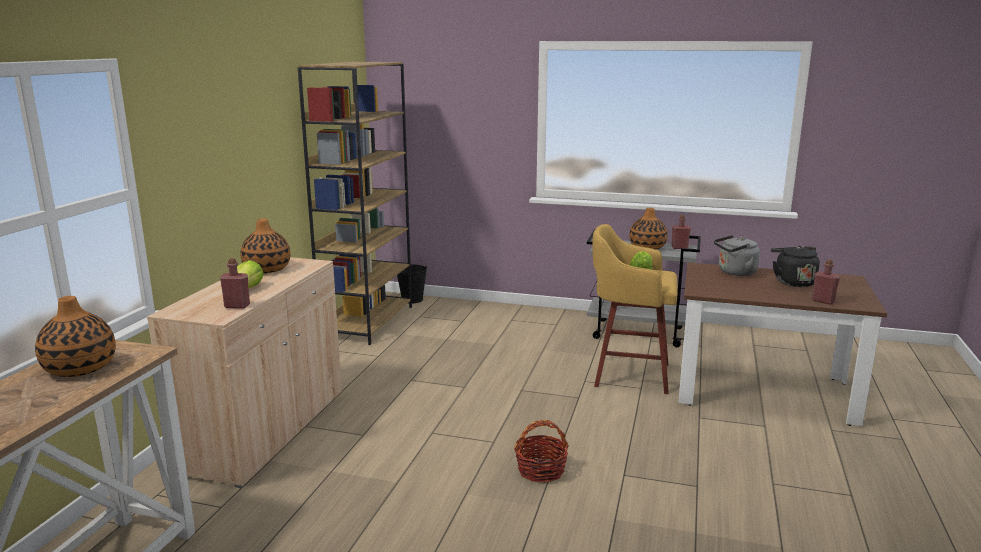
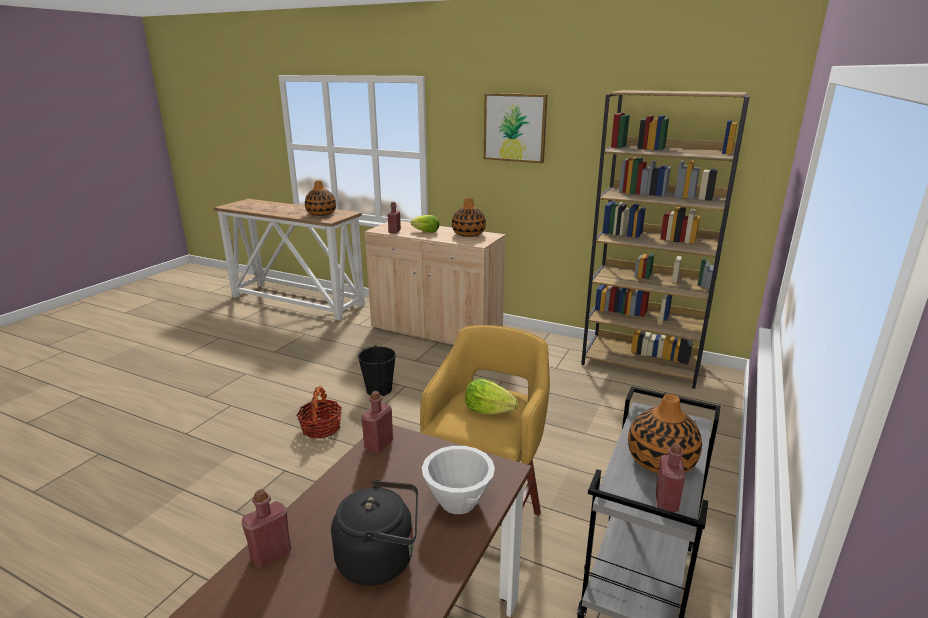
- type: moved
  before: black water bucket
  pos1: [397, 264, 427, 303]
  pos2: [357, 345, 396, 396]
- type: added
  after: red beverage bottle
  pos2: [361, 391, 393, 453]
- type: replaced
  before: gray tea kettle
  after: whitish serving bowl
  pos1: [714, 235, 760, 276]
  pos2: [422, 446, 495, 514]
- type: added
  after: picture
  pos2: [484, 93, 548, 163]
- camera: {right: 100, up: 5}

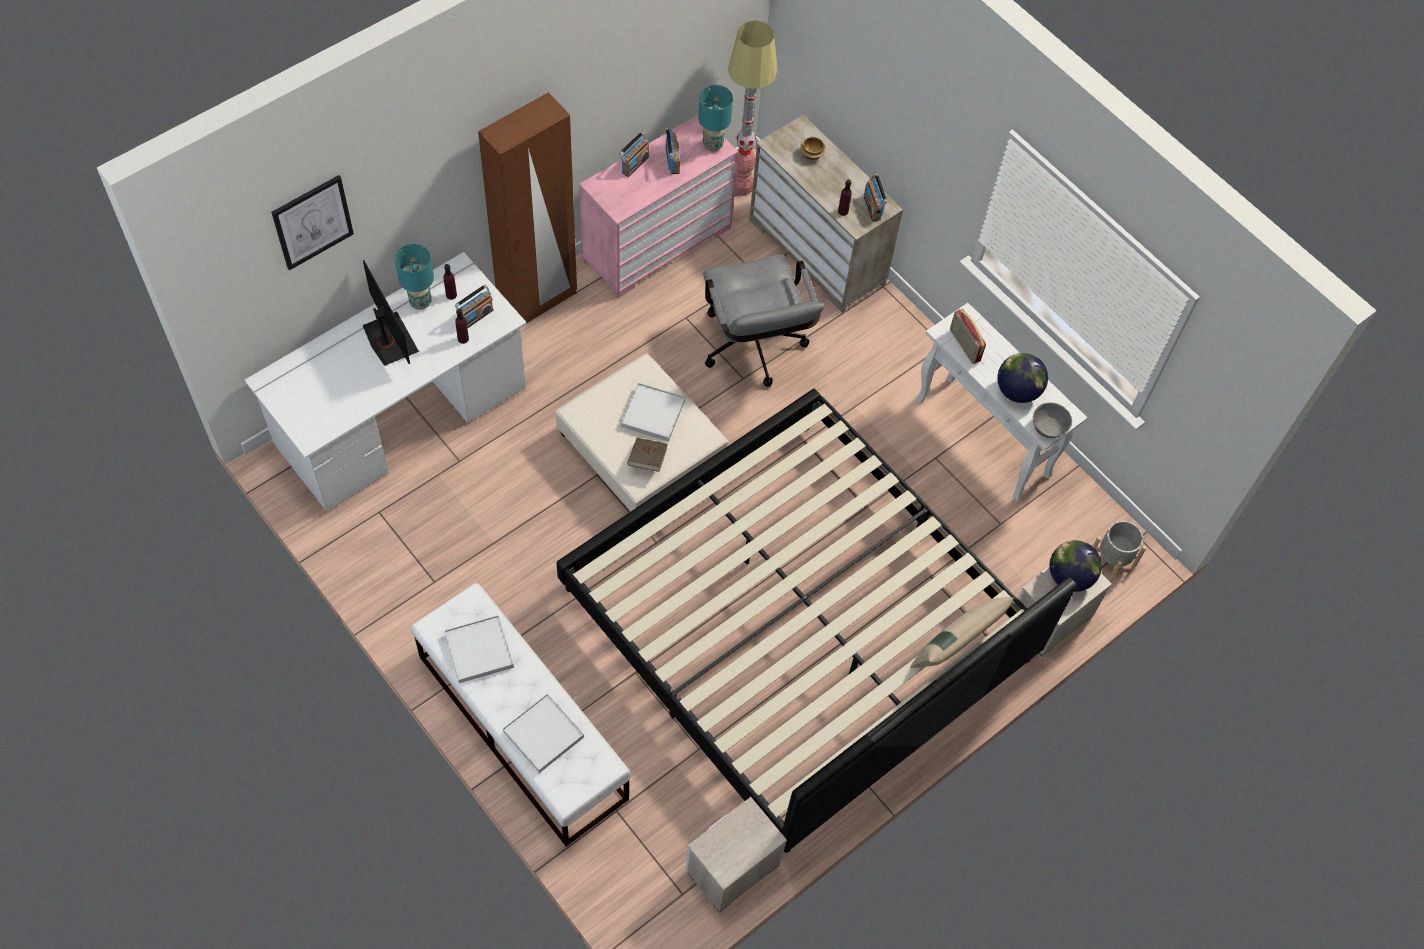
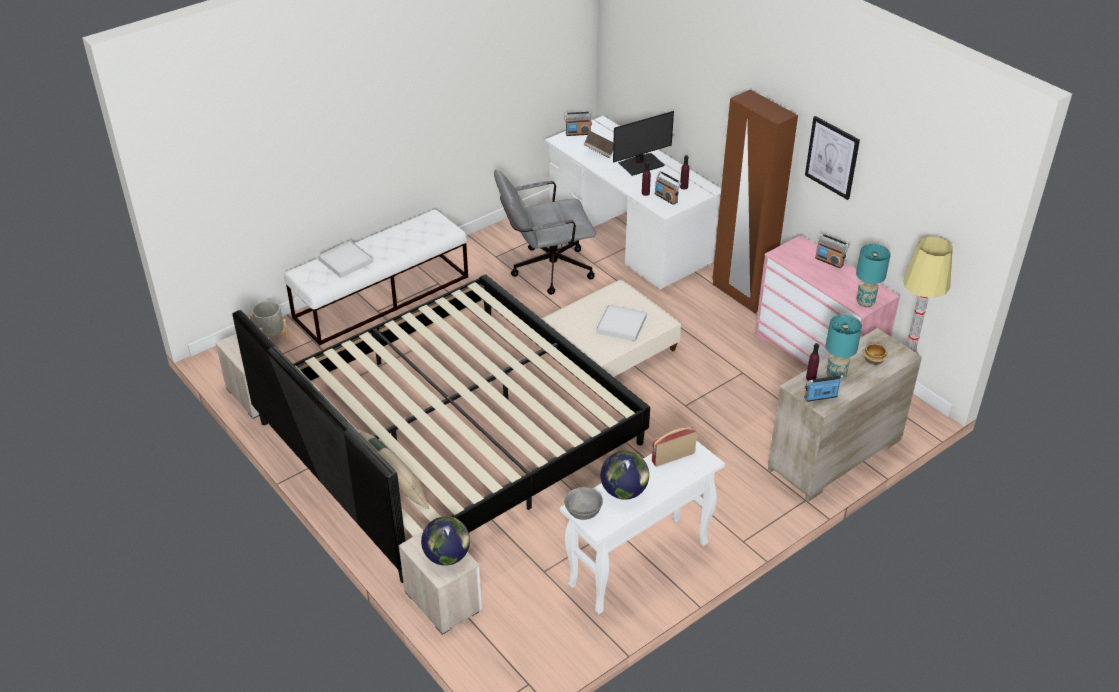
- type: moved
  before: gray plant pot
  pos1: [1092, 520, 1147, 581]
  pos2: [249, 301, 290, 344]
- type: moved
  before: gray desk chair
  pos1: [703, 254, 825, 387]
  pos2: [494, 170, 596, 295]
- type: moved
  before: radio set
  pos1: [666, 127, 680, 174]
  pos2: [565, 112, 592, 136]
- type: moved
  before: brown book
  pos1: [627, 438, 668, 472]
  pos2: [584, 131, 613, 158]
- type: moved
  before: picture
  pos1: [271, 175, 354, 270]
  pos2: [805, 116, 860, 200]
- type: moved
  before: turquoise table lamp
  pos1: [395, 244, 434, 310]
  pos2: [826, 314, 862, 380]
- type: removed
  before: whitish serving tray
  pos1: [444, 615, 514, 683]
- camera: {right: 95, up: -20}

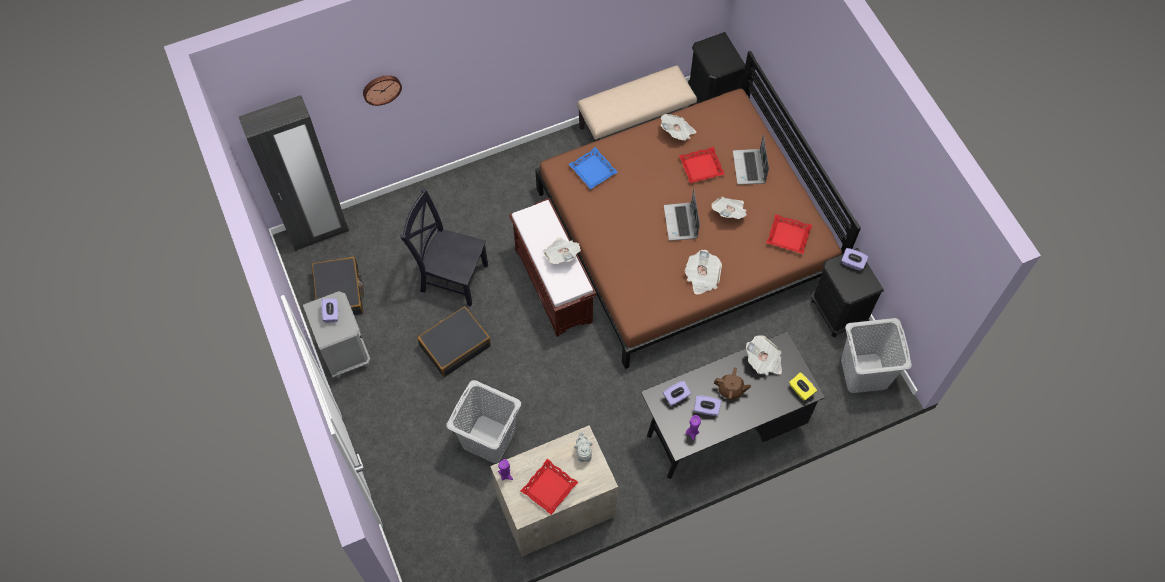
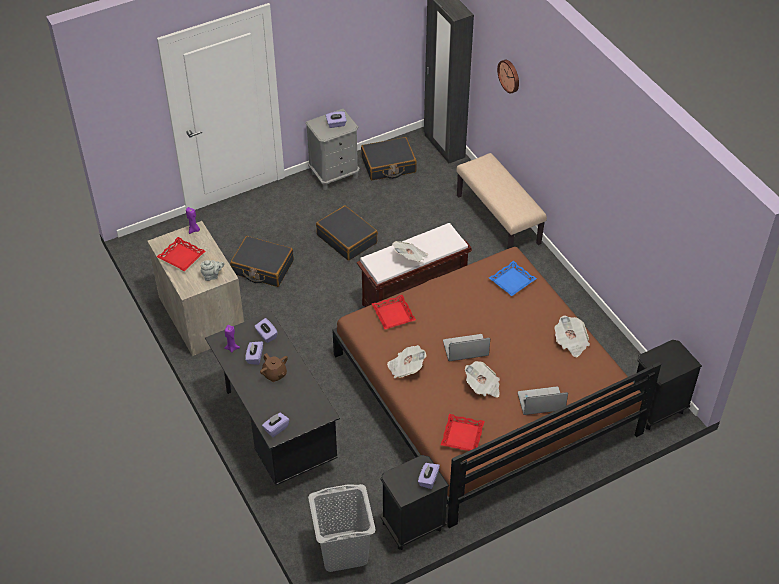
- type: replaced
  before: gray hamper
  after: black piece of luggage
  pos1: [447, 380, 521, 463]
  pos2: [230, 236, 294, 287]
- type: turned
  before: brown teapot
  pos1: [714, 368, 751, 400]
  pos2: [260, 353, 288, 382]
  turn: -45
- type: recoloured
  before: yellowish tissue box
  after: purple tissue box
  pos1: [789, 373, 817, 400]
  pos2: [262, 413, 289, 437]
- type: moved
  before: red serving tray
  pos1: [679, 147, 725, 183]
  pos2: [372, 295, 416, 329]
- type: moved
  before: sand-coloured bench
  pos1: [577, 65, 697, 142]
  pos2: [456, 153, 547, 249]
- type: removed
  before: black upright chair
  pos1: [400, 188, 488, 306]
- type: removed
  before: printed paper
  pos1: [746, 335, 782, 375]
- camera: {right: 85, up: -15}

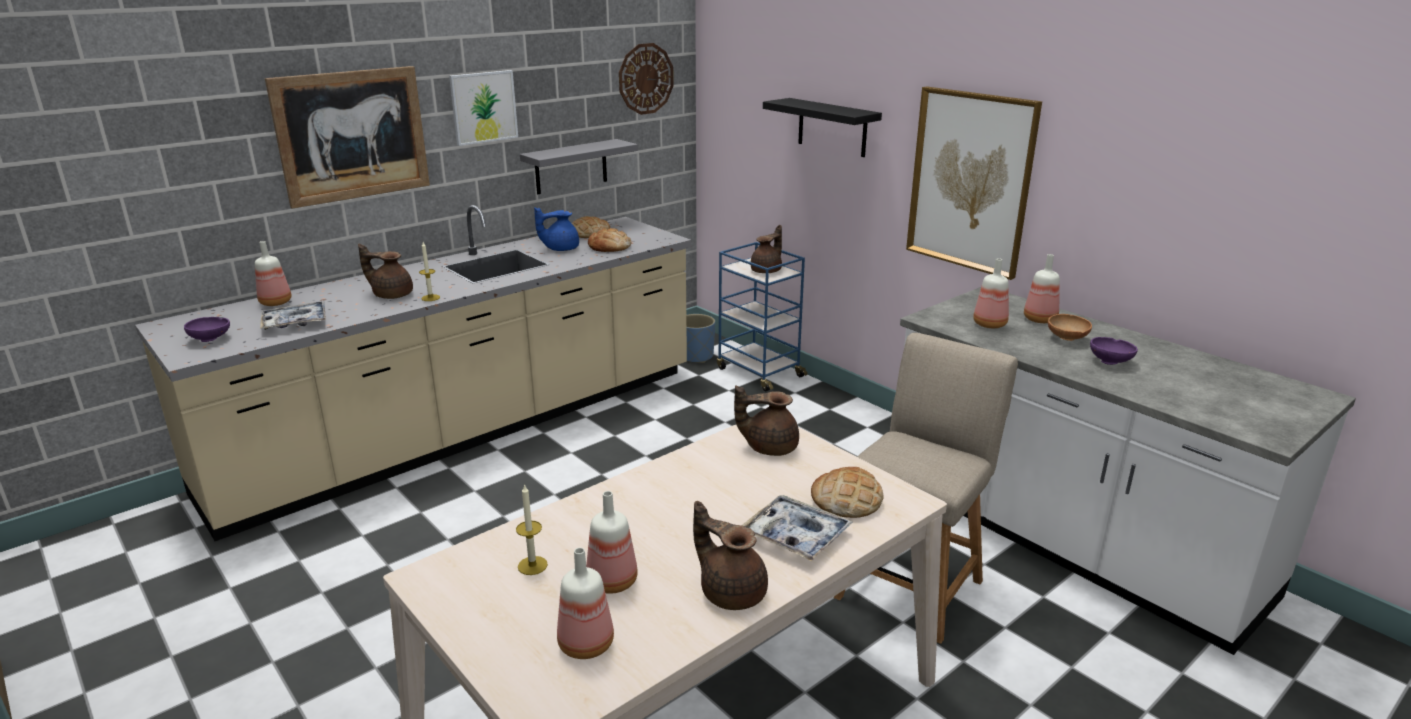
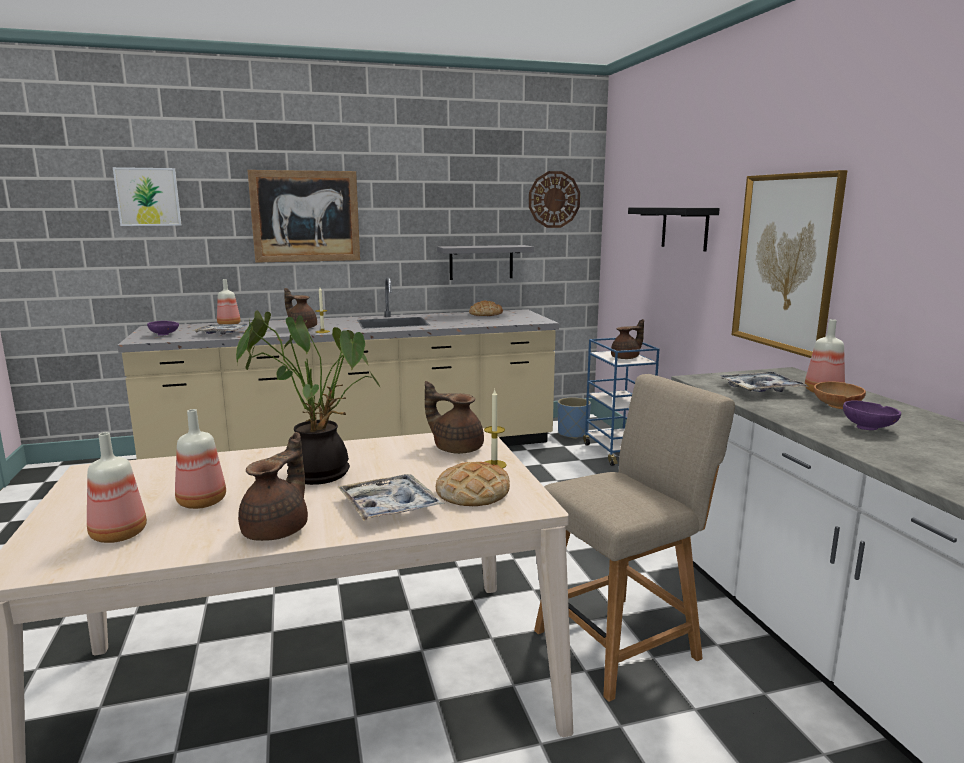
- type: moved
  before: picture
  pos1: [449, 70, 518, 146]
  pos2: [113, 167, 181, 226]
- type: added
  after: houseplant
  pos2: [236, 310, 382, 485]
- type: turned
  before: brown teapot
  pos1: [693, 501, 768, 610]
  pos2: [238, 432, 308, 541]
  turn: 45
- type: moved
  before: candle
  pos1: [516, 484, 548, 575]
  pos2: [484, 390, 507, 469]
- type: replaced
  before: beverage bottle
  after: serving tray
  pos1: [973, 258, 1009, 328]
  pos2: [718, 372, 808, 392]
- type: removed
  before: blue teapot
  pos1: [534, 207, 579, 251]
- type: removed
  before: bread
  pos1: [588, 228, 631, 252]
- camera: {right: 25, up: -10}

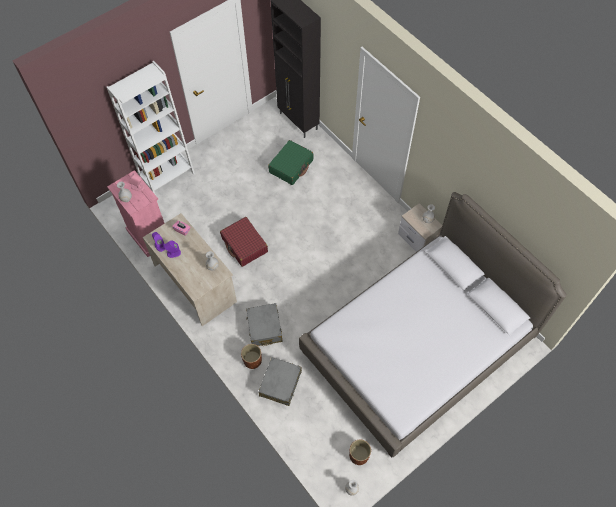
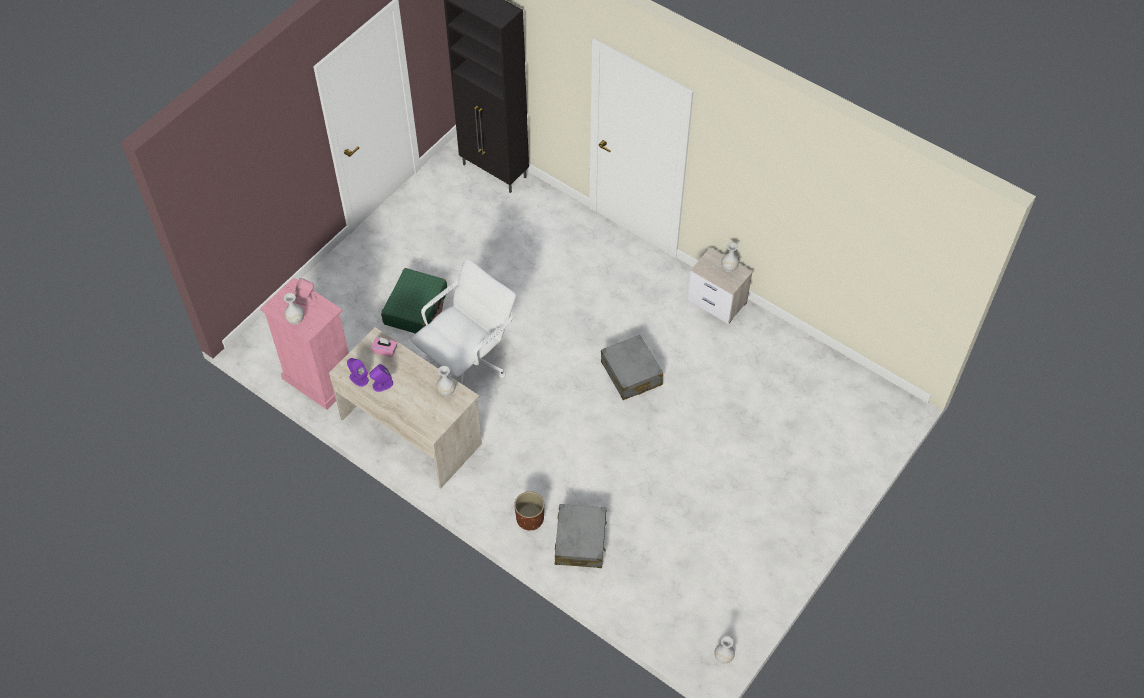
- type: moved
  before: greenish piece of luggage
  pos1: [268, 140, 313, 185]
  pos2: [381, 268, 447, 334]
- type: replaced
  before: red piece of luggage
  after: whitish desk chair
  pos1: [220, 217, 268, 267]
  pos2: [411, 259, 516, 384]
- type: moved
  before: gray piece of luggage
  pos1: [246, 303, 283, 346]
  pos2: [601, 335, 663, 400]
- type: removed
  before: whitish bookshelf
  pos1: [107, 61, 195, 195]
- type: removed
  before: bedroom bed
  pos1: [299, 192, 567, 458]
- type: removed
  before: brown plant pot
  pos1: [349, 439, 371, 465]
- camera: {right: -15, up: -5}

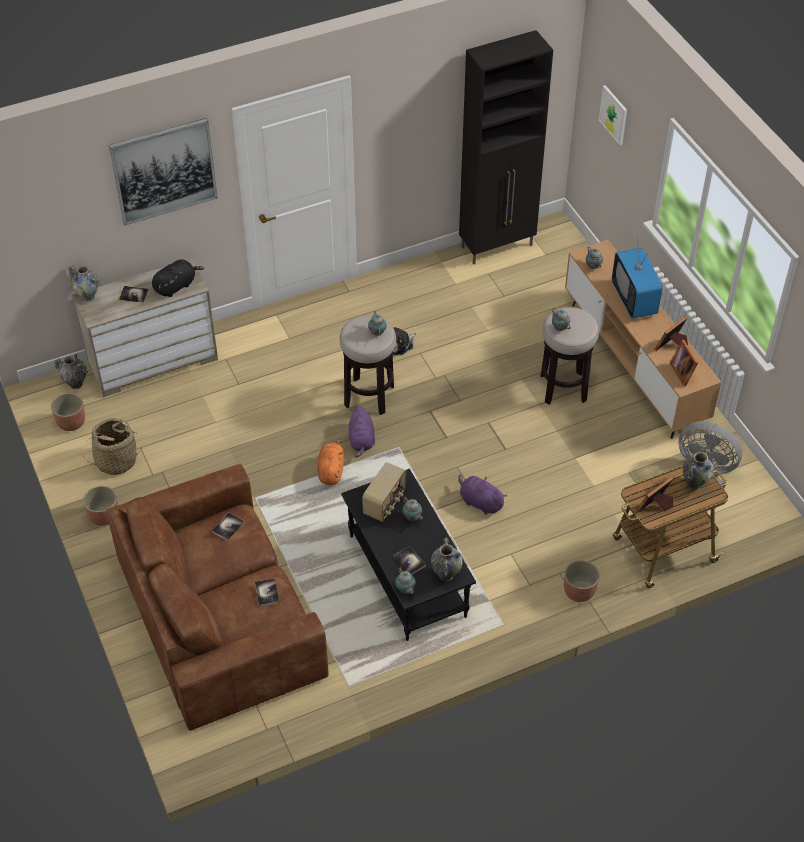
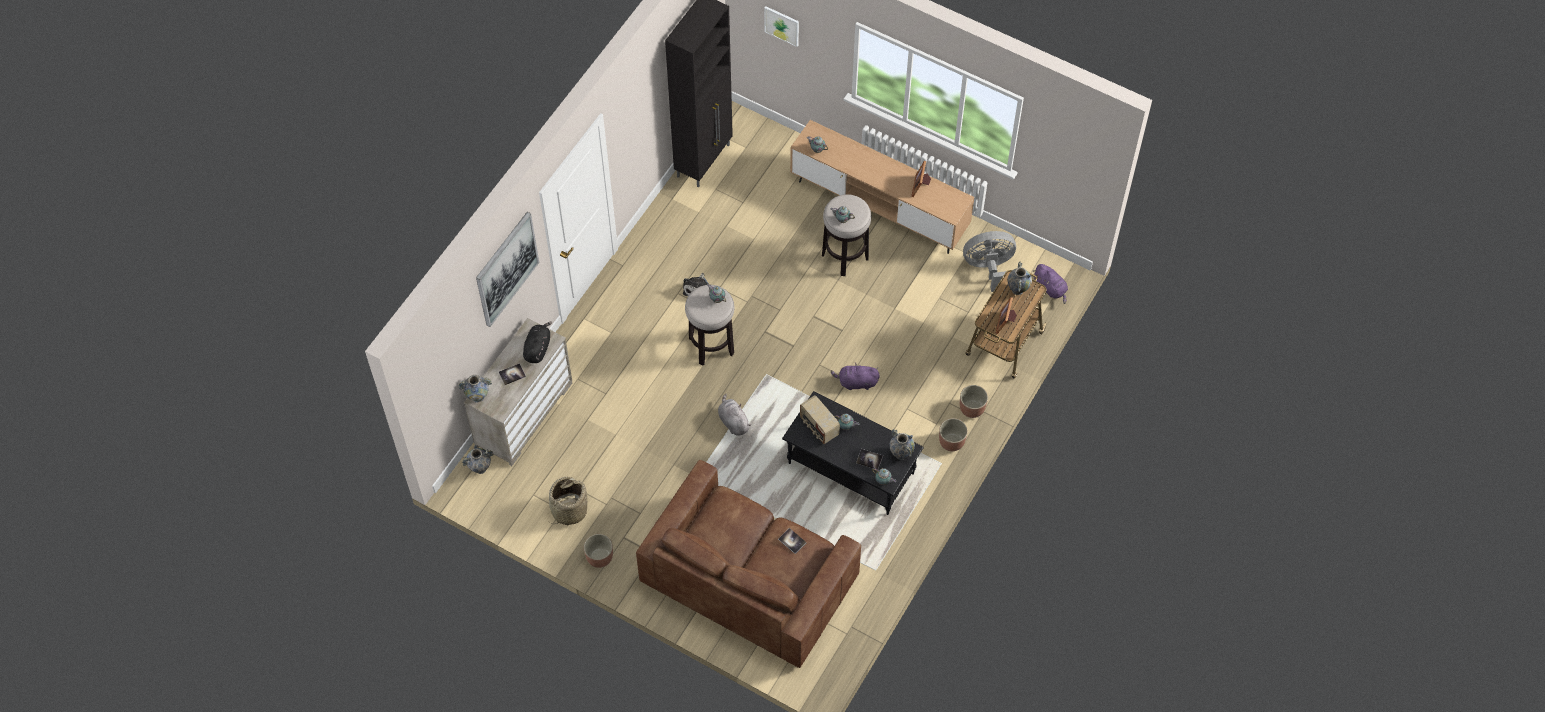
- type: recoloured
  before: orange-coloured cuddly toy
  after: gray cuddly toy
  pos1: [317, 439, 344, 485]
  pos2: [718, 394, 751, 436]
- type: turned
  before: radio set
  pos1: [362, 462, 406, 522]
  pos2: [800, 395, 840, 444]
  turn: 150
- type: moved
  before: plant pot
  pos1: [51, 393, 85, 431]
  pos2: [939, 418, 968, 451]
- type: moved
  before: purple cuddly toy
  pos1: [349, 406, 375, 458]
  pos2: [1033, 264, 1068, 304]
- type: removed
  before: book
  pos1: [212, 512, 244, 541]
- type: removed
  before: television
  pos1: [612, 236, 662, 319]
- type: removed
  before: photo frame
  pos1: [670, 340, 698, 386]
- camera: {right: -35, up: 10}

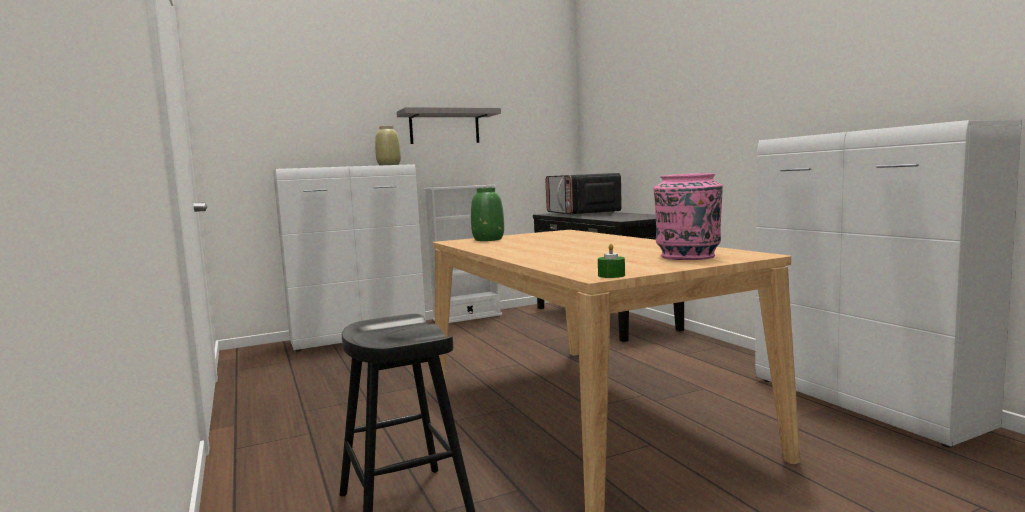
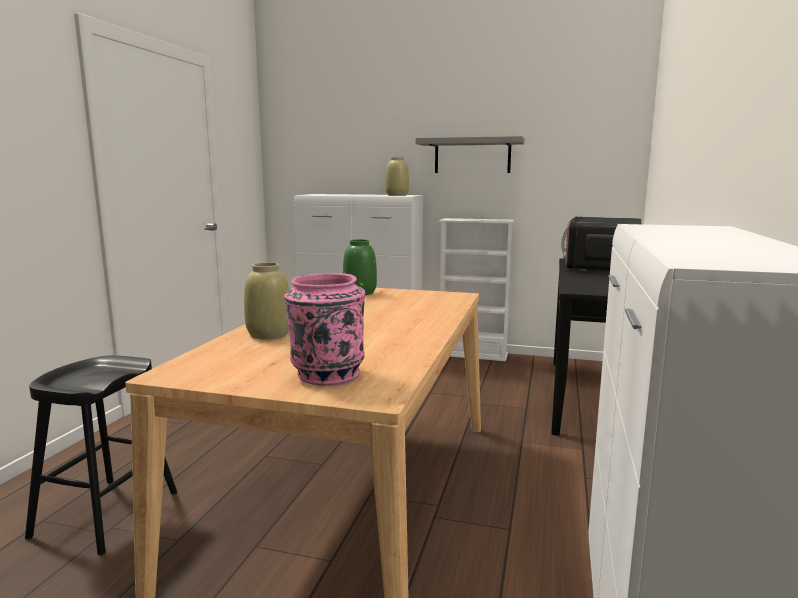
- type: added
  after: sand-coloured decorative vase
  pos2: [244, 262, 289, 340]
- type: removed
  before: greenish candle
  pos1: [598, 244, 625, 278]
- camera: {right: 40, up: 5}

